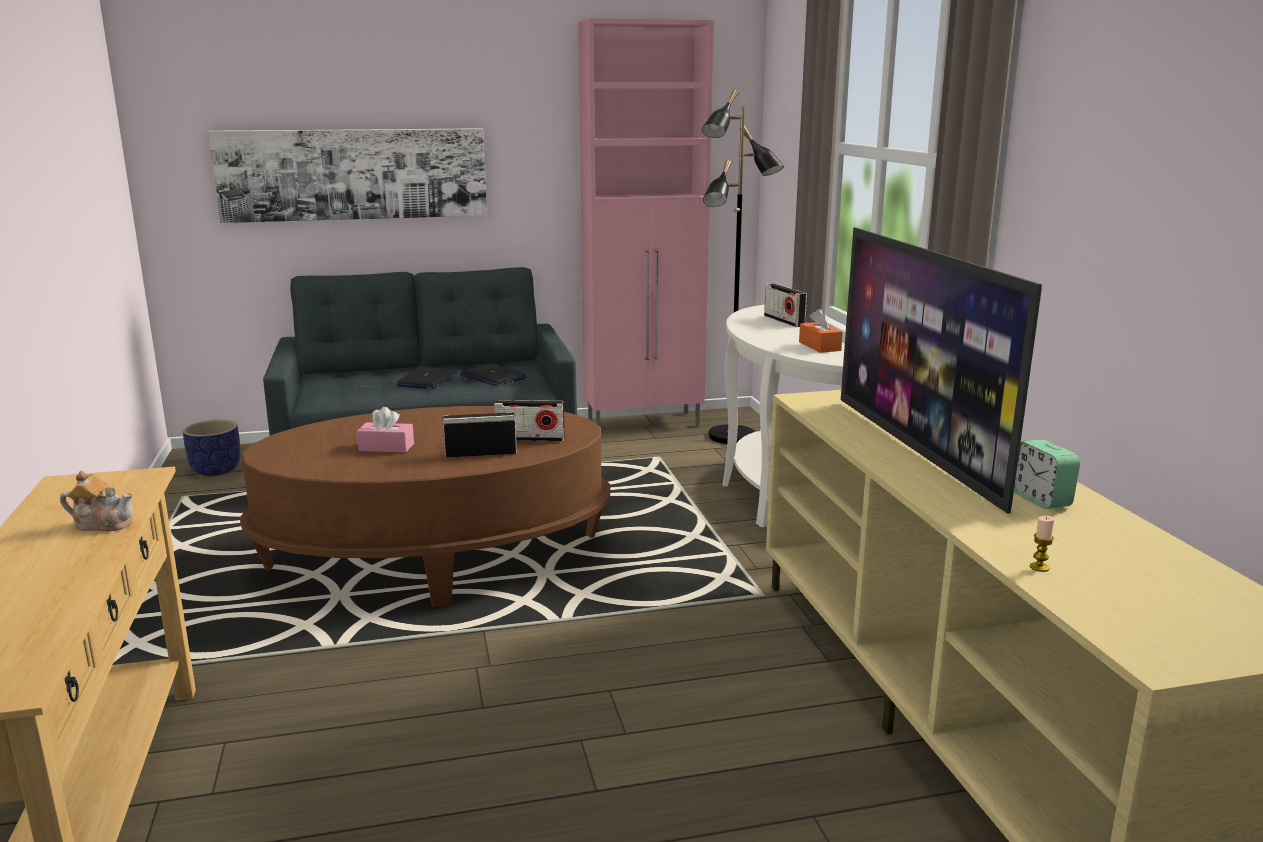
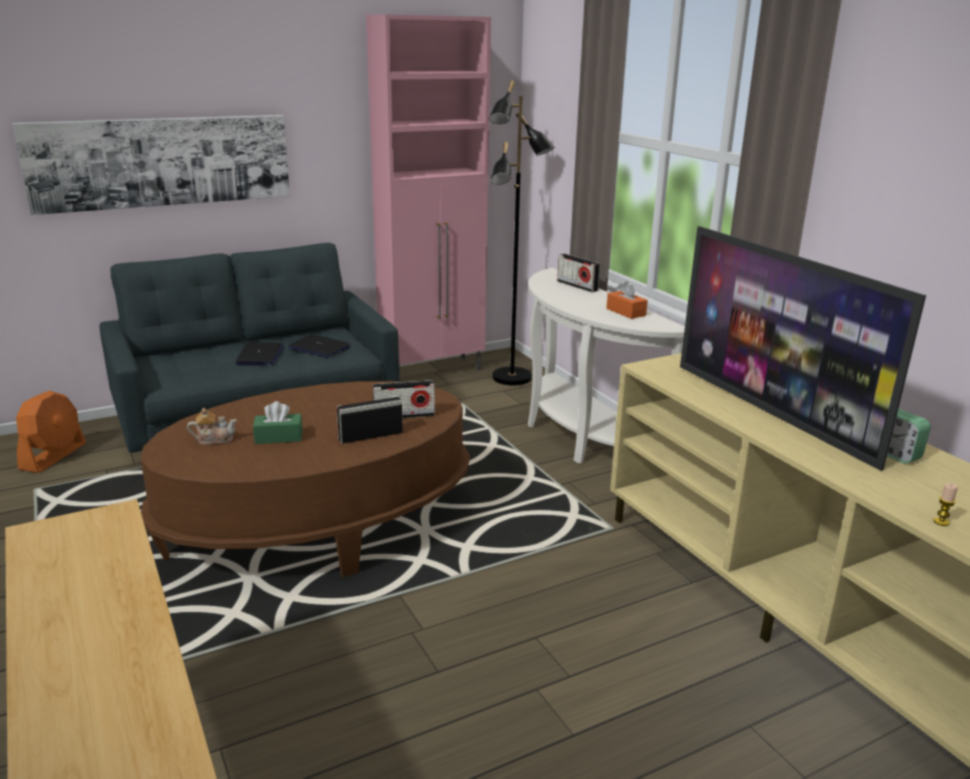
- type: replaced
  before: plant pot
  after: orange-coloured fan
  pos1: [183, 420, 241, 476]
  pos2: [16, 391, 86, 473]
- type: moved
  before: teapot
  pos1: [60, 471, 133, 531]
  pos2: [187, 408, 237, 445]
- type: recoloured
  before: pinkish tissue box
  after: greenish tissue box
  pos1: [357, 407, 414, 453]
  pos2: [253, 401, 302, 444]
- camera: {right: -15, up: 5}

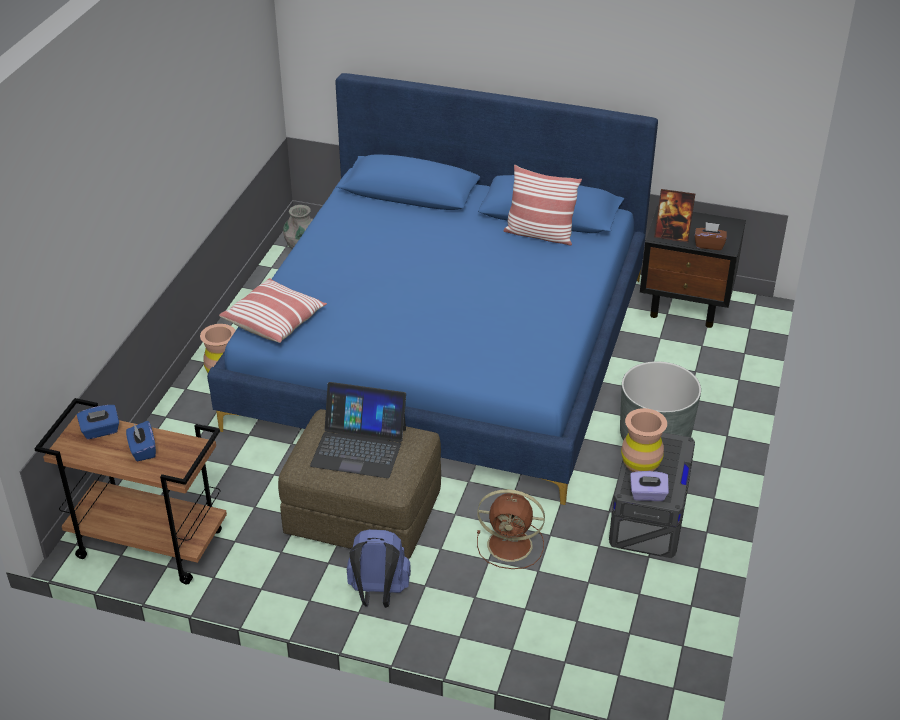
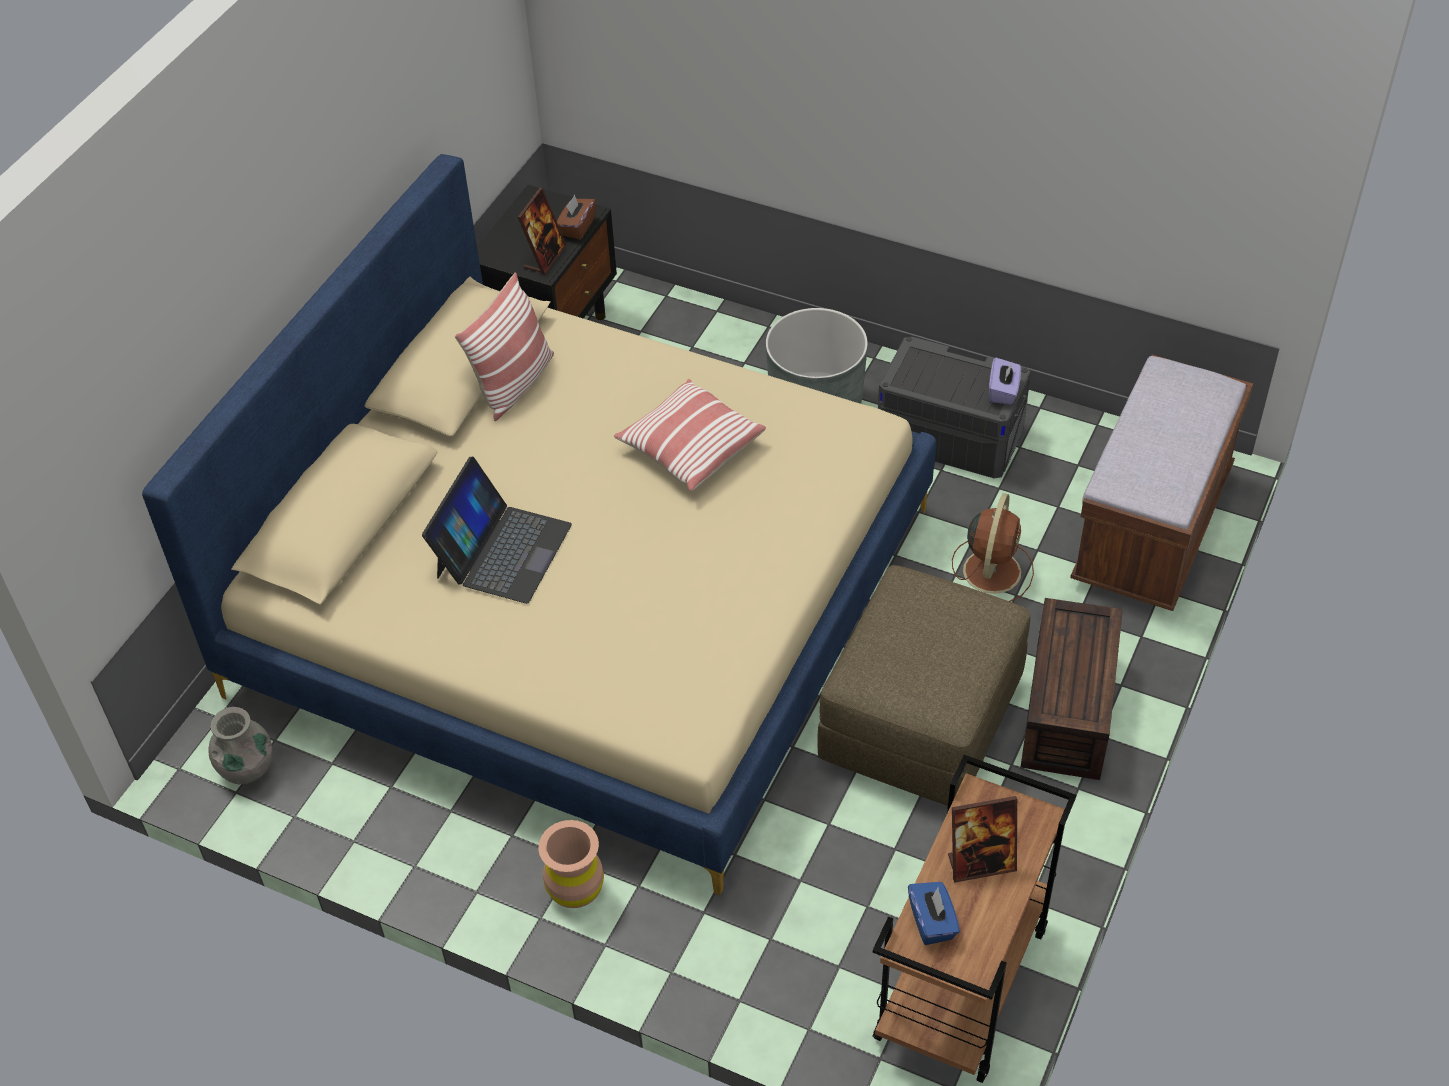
- type: recoloured
  before: blue bedroom bed
  after: sand-coloured bedroom bed
  pos1: [207, 73, 658, 505]
  pos2: [142, 154, 936, 895]
- type: moved
  before: laptop
  pos1: [310, 382, 406, 478]
  pos2: [422, 456, 572, 604]
- type: moved
  before: throw pillow
  pos1: [219, 278, 327, 343]
  pos2: [614, 379, 766, 491]
- type: replaced
  before: blue tissue box
  after: photo frame
  pos1: [126, 421, 156, 461]
  pos2: [948, 796, 1017, 883]
- type: replaced
  before: blue backpack
  after: brown storage box
  pos1: [347, 529, 411, 608]
  pos2: [1021, 598, 1123, 780]
- type: added
  after: brown bench
  pos2: [1070, 355, 1253, 611]
- type: removed
  before: brown decorative vase
  pos1: [621, 408, 667, 472]
- camera: {right: -80, up: 10}

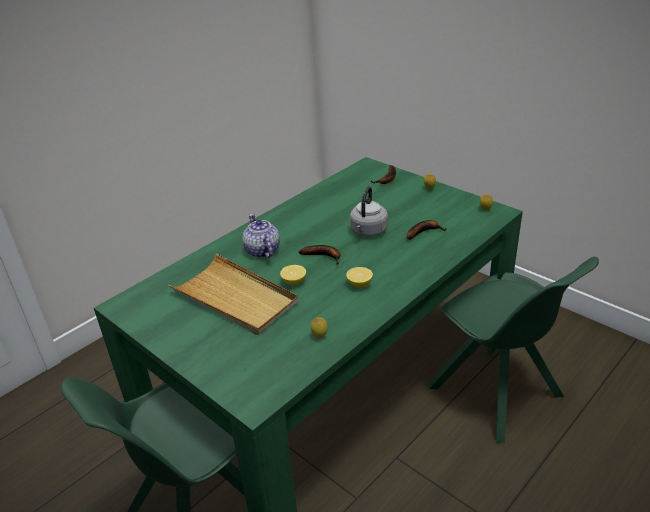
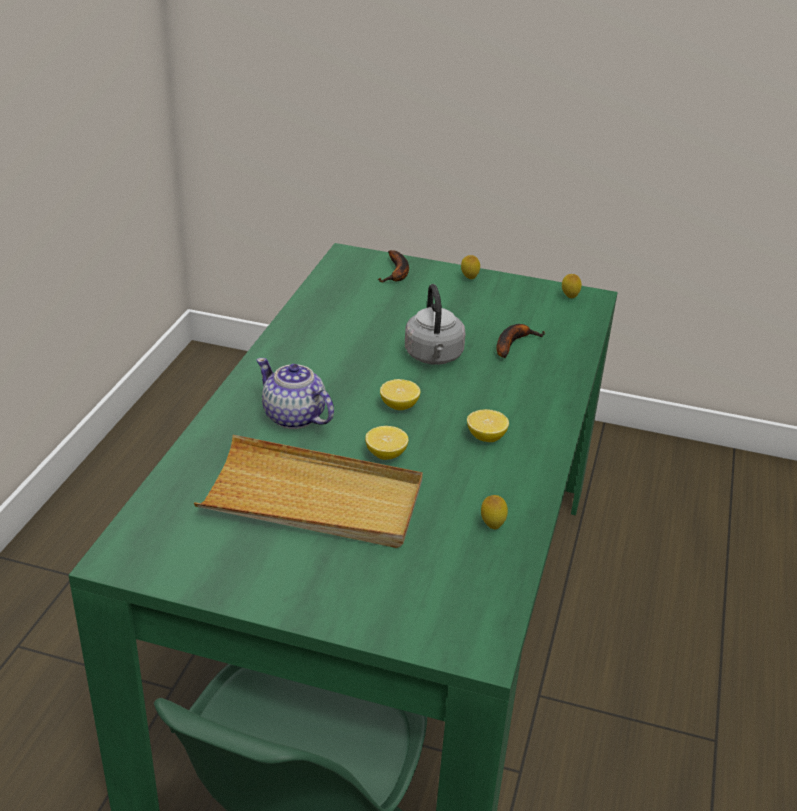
- type: replaced
  before: banana
  after: citrus fruit
  pos1: [299, 245, 340, 265]
  pos2: [380, 379, 420, 410]
- type: removed
  before: greenish upright chair
  pos1: [428, 257, 599, 444]
- camera: {right: -30, up: 0}

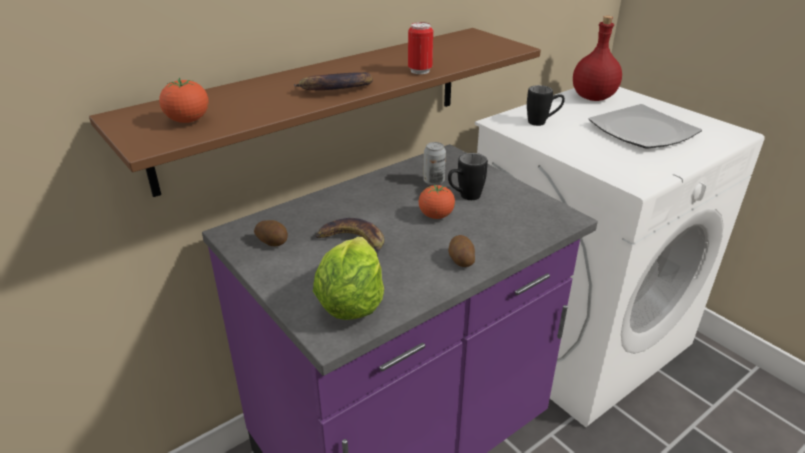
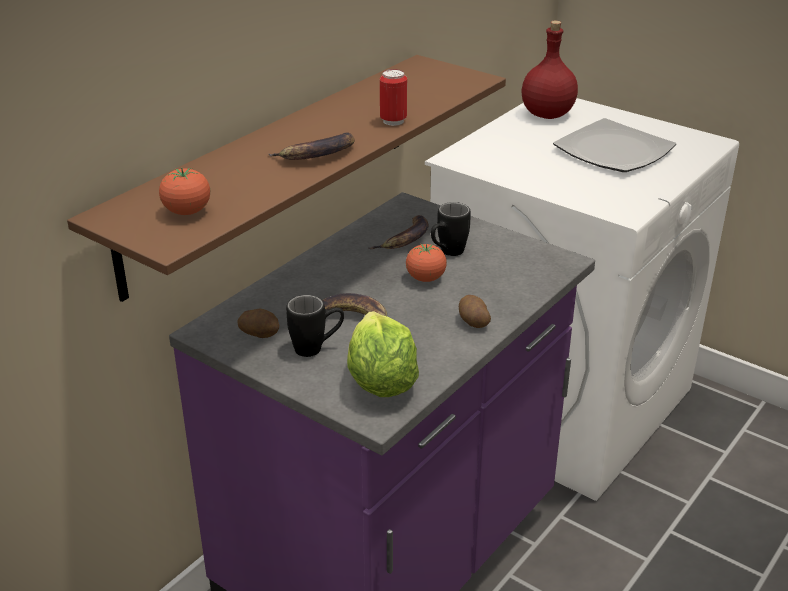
- type: moved
  before: black mug
  pos1: [527, 85, 565, 126]
  pos2: [286, 295, 344, 357]
- type: replaced
  before: can
  after: banana
  pos1: [423, 142, 446, 185]
  pos2: [368, 215, 429, 250]
- camera: {right: -15, up: 0}

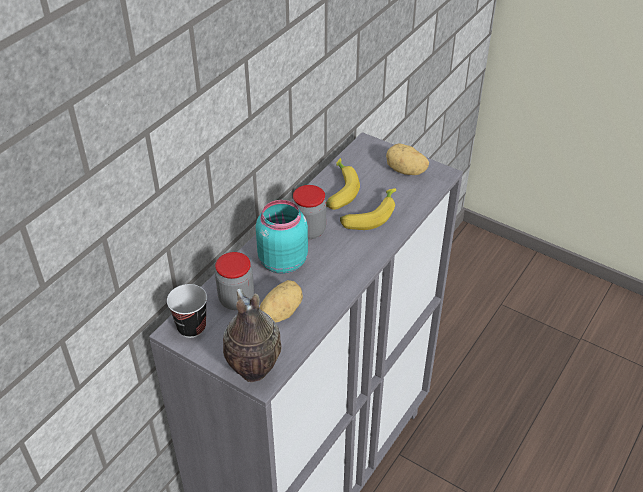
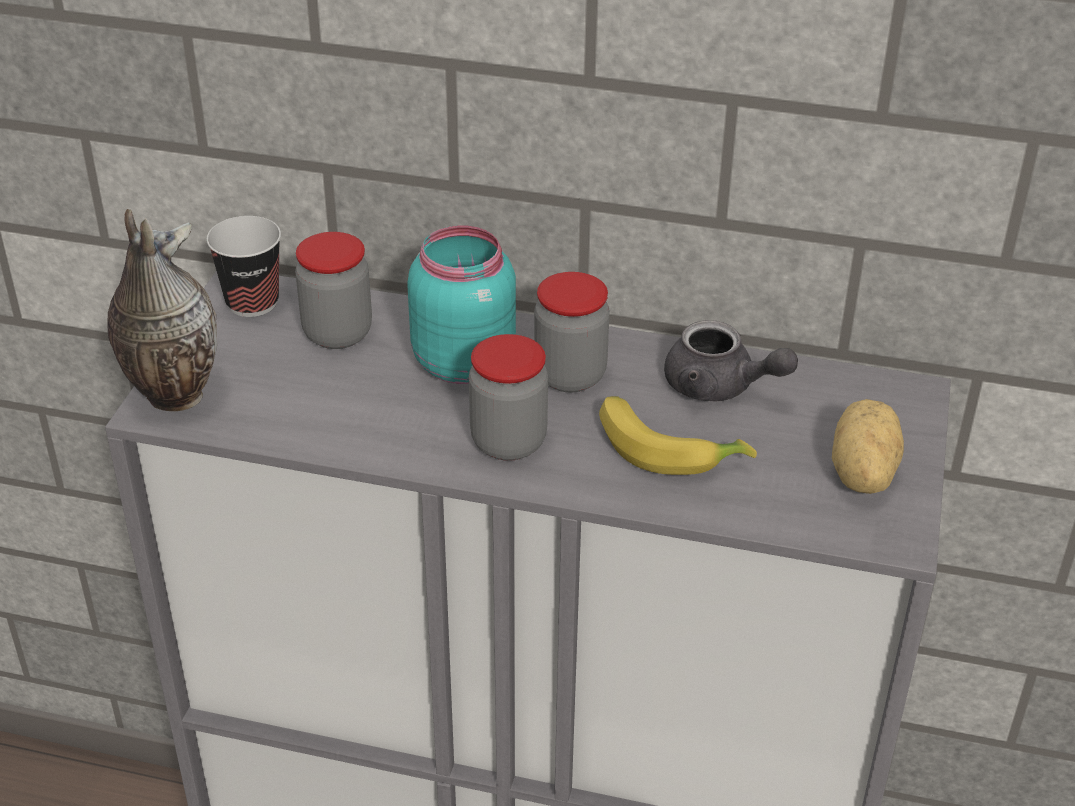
- type: added
  after: preserve jar
  pos2: [469, 334, 548, 461]
- type: replaced
  before: banana
  after: gray teapot
  pos1: [326, 158, 360, 210]
  pos2: [664, 320, 798, 401]
- type: removed
  before: potato
  pos1: [260, 280, 303, 322]
- camera: {right: 70, up: -5}

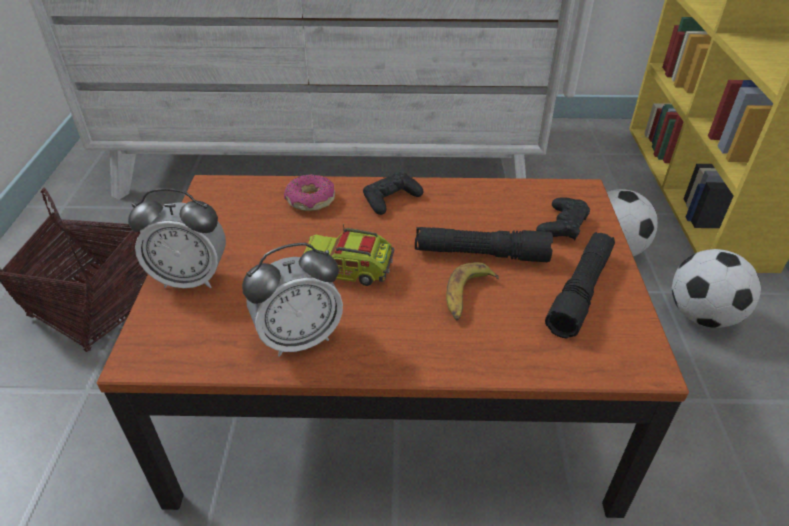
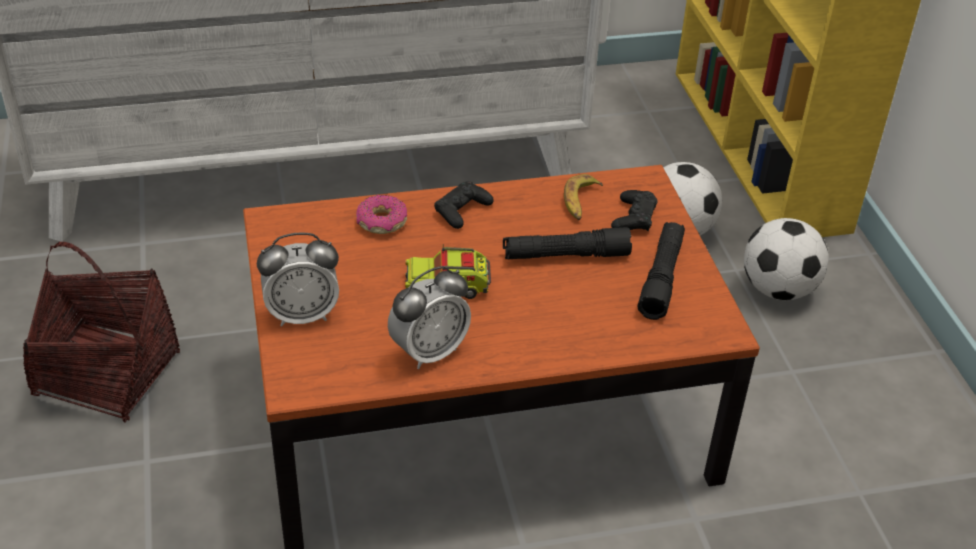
- type: moved
  before: banana
  pos1: [446, 262, 499, 320]
  pos2: [564, 174, 603, 220]
- camera: {right: -15, up: 0}

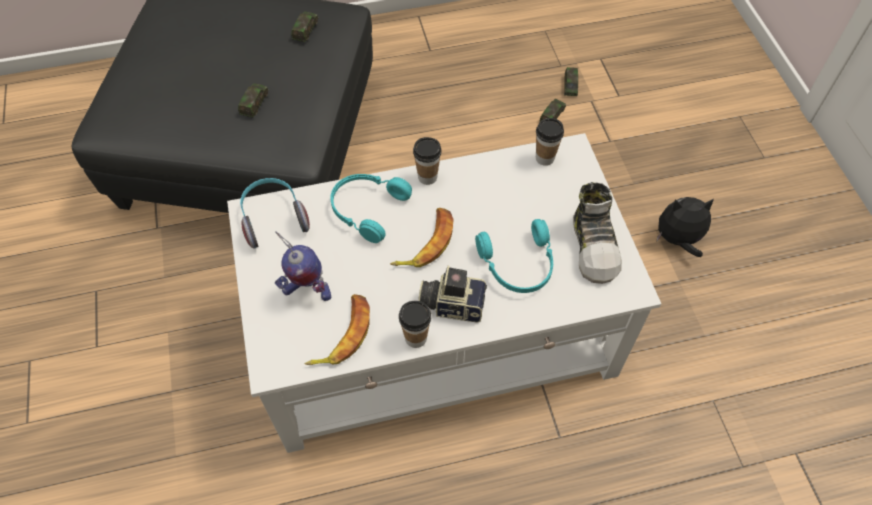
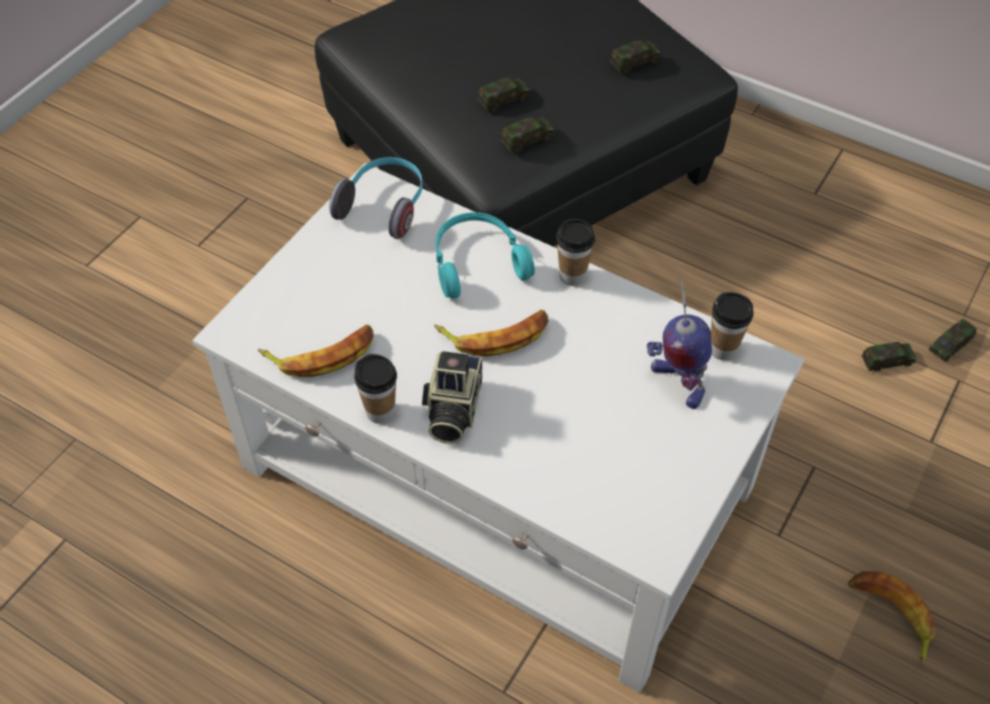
- type: turned
  before: still camera
  pos1: [418, 266, 487, 322]
  pos2: [422, 351, 482, 444]
  turn: -135
- type: added
  after: toy car
  pos2: [501, 117, 554, 152]
- type: moved
  before: robot figure
  pos1: [275, 232, 331, 301]
  pos2: [647, 278, 712, 409]
- type: replaced
  before: cuddly toy
  after: banana
  pos1: [657, 197, 714, 257]
  pos2: [848, 571, 935, 666]
- type: removed
  before: turquoise pair of headphones
  pos1: [475, 219, 553, 293]
- type: removed
  before: low shoe
  pos1: [573, 182, 622, 284]
- camera: {right: 45, up: -5}

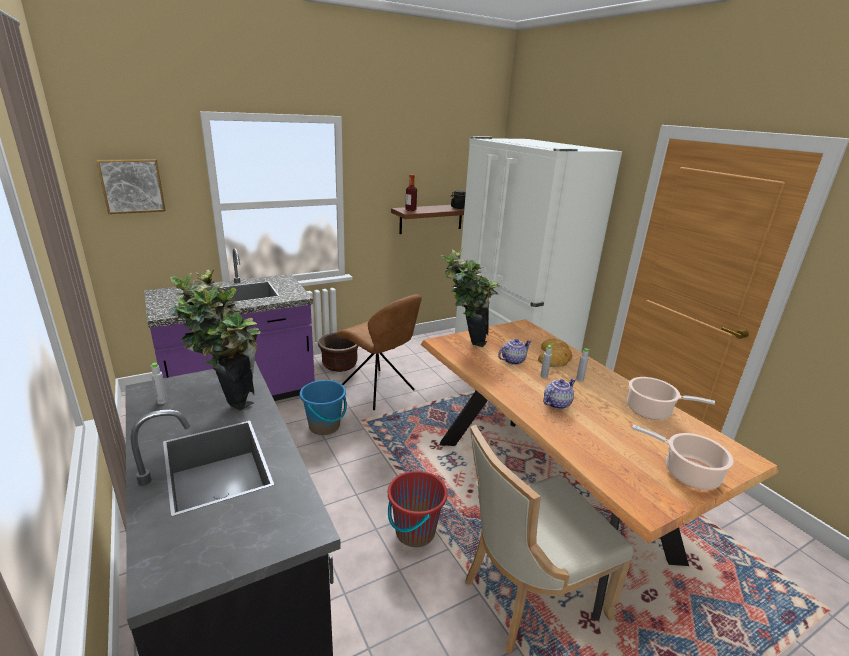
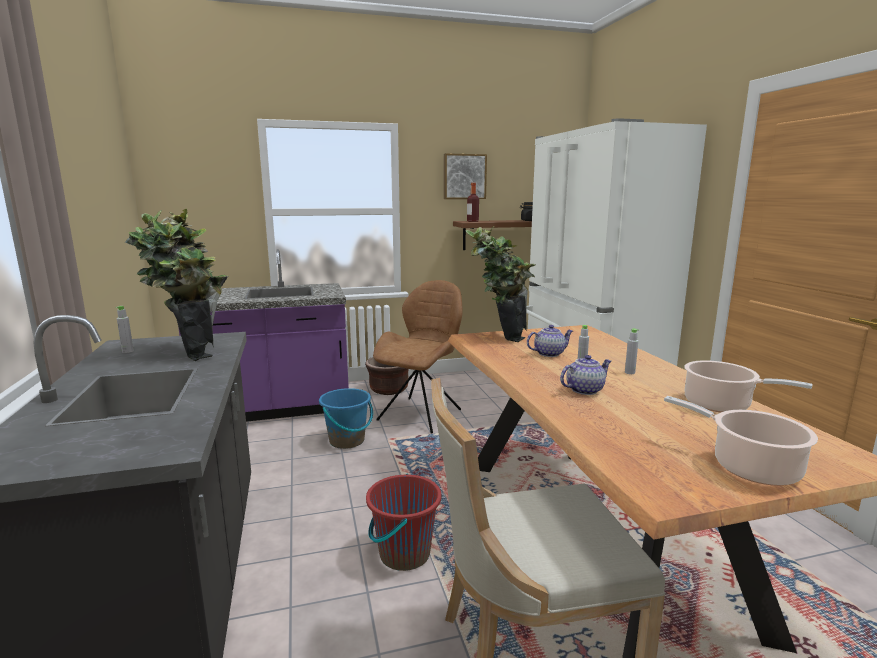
- type: turned
  before: brown upright chair
  pos1: [336, 294, 422, 410]
  pos2: [373, 280, 463, 433]
  turn: -120
- type: moved
  before: picture
  pos1: [96, 159, 166, 214]
  pos2: [444, 153, 487, 199]
- type: removed
  before: bread
  pos1: [538, 338, 572, 367]
- camera: {right: 15, up: -10}

